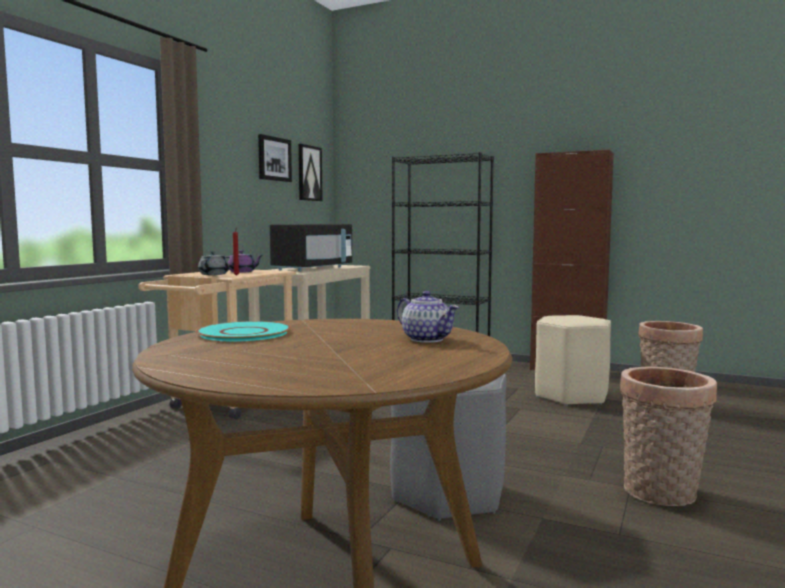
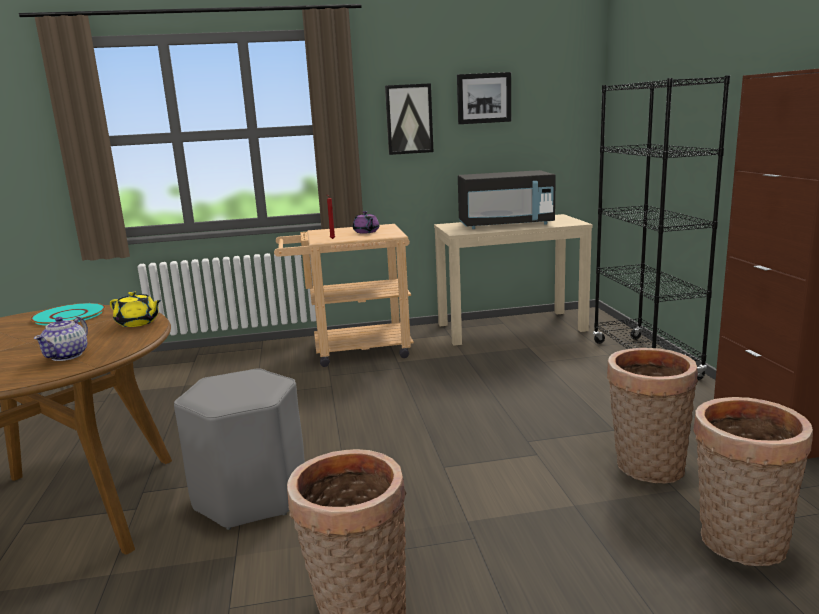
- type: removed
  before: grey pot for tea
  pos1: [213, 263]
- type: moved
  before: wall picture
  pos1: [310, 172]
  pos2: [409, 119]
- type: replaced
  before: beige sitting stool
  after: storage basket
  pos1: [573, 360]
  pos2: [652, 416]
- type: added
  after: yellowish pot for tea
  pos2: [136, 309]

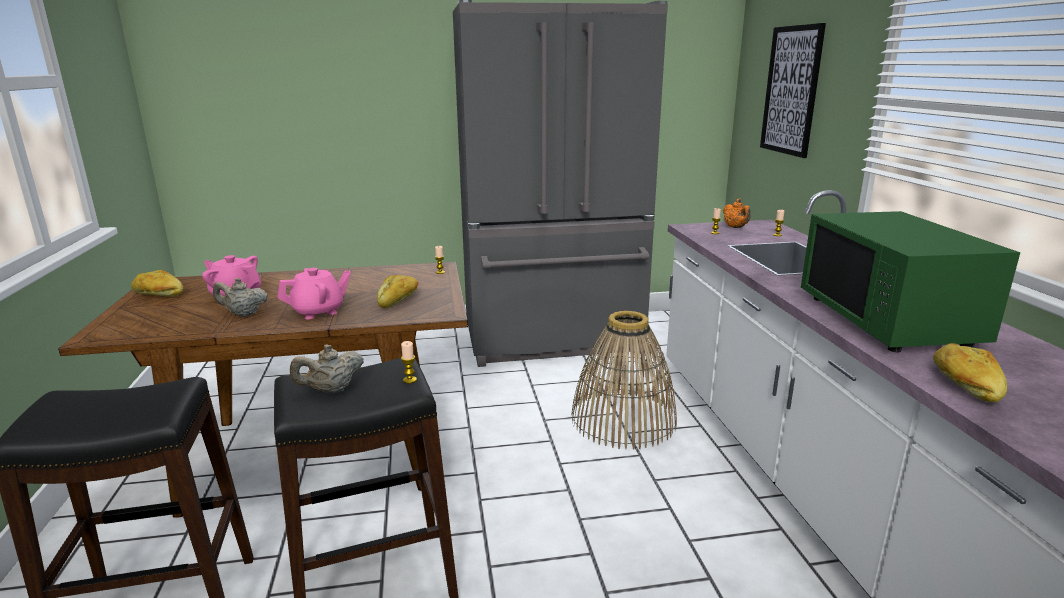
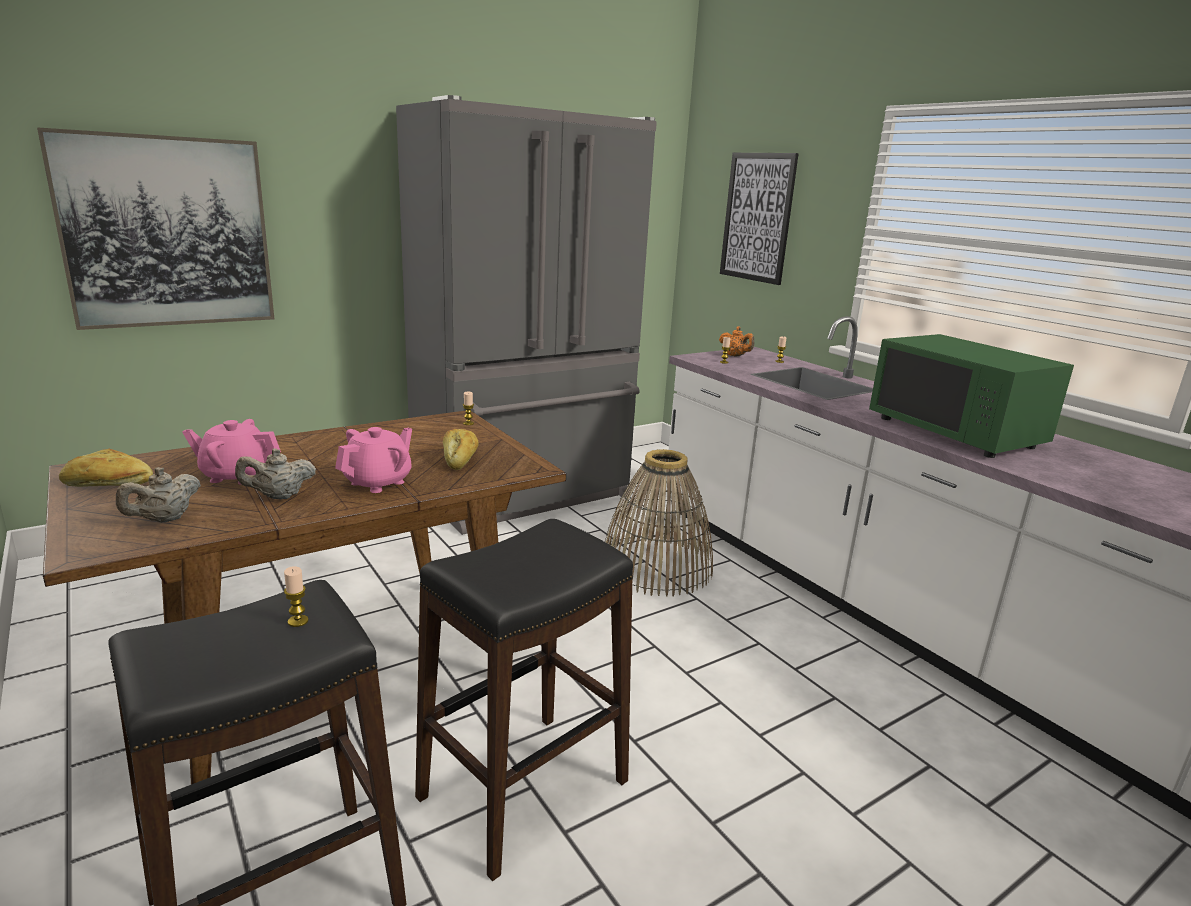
- type: moved
  before: beige pot for tea
  pos1: [327, 369]
  pos2: [158, 494]
- type: moved
  before: wax light
  pos1: [409, 362]
  pos2: [296, 596]
- type: removed
  before: baked bread
  pos1: [970, 372]
- type: added
  after: wall picture
  pos2: [155, 229]

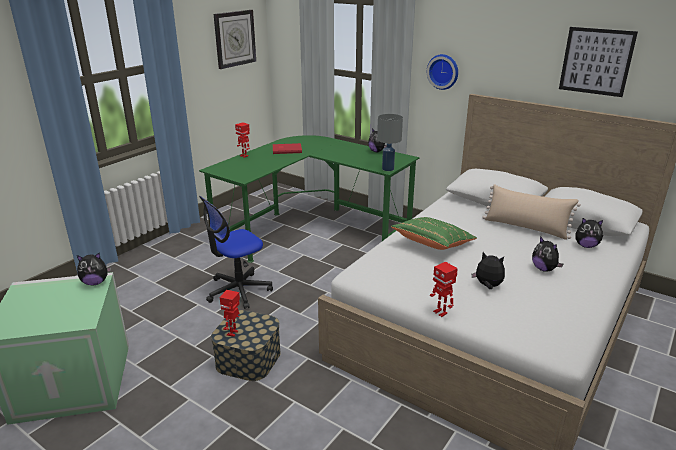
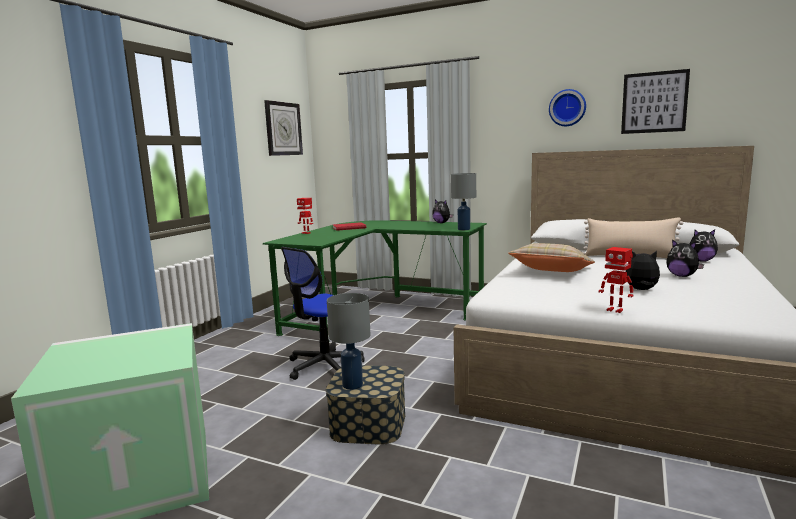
- type: removed
  before: cuddly toy
  pos1: [94, 269]
- type: replaced
  before: toy robot
  after: grey lamp for a table
  pos1: [230, 313]
  pos2: [349, 341]
- type: recoloured
  before: greenish cushion
  after: beige cushion
  pos1: [434, 233]
  pos2: [551, 257]
- type: moved
  before: wall clock
  pos1: [442, 72]
  pos2: [567, 107]

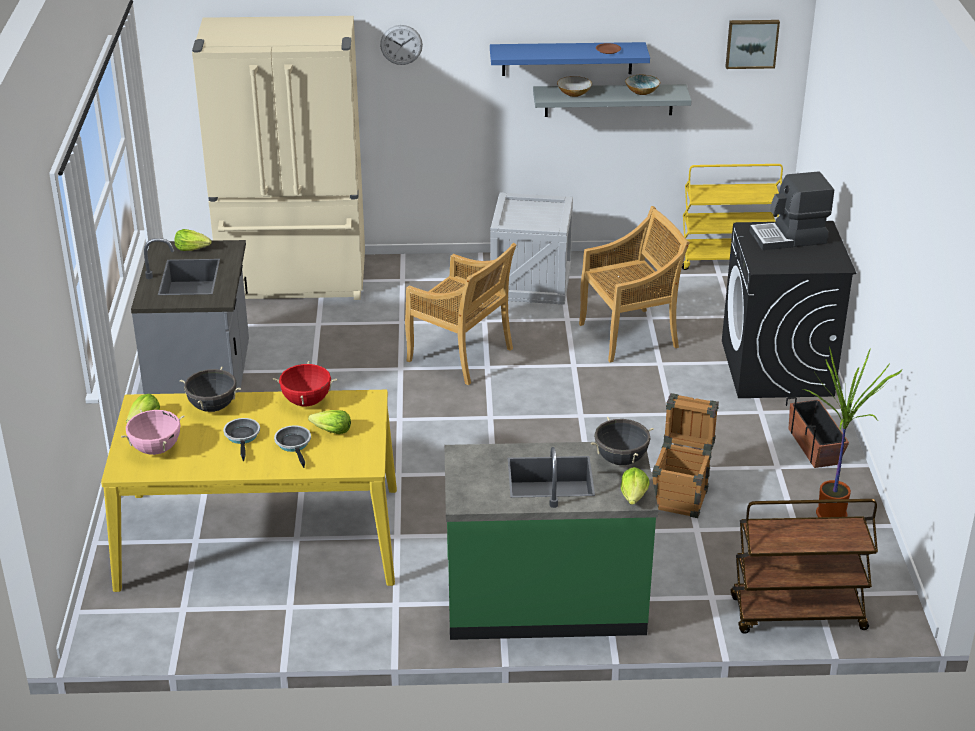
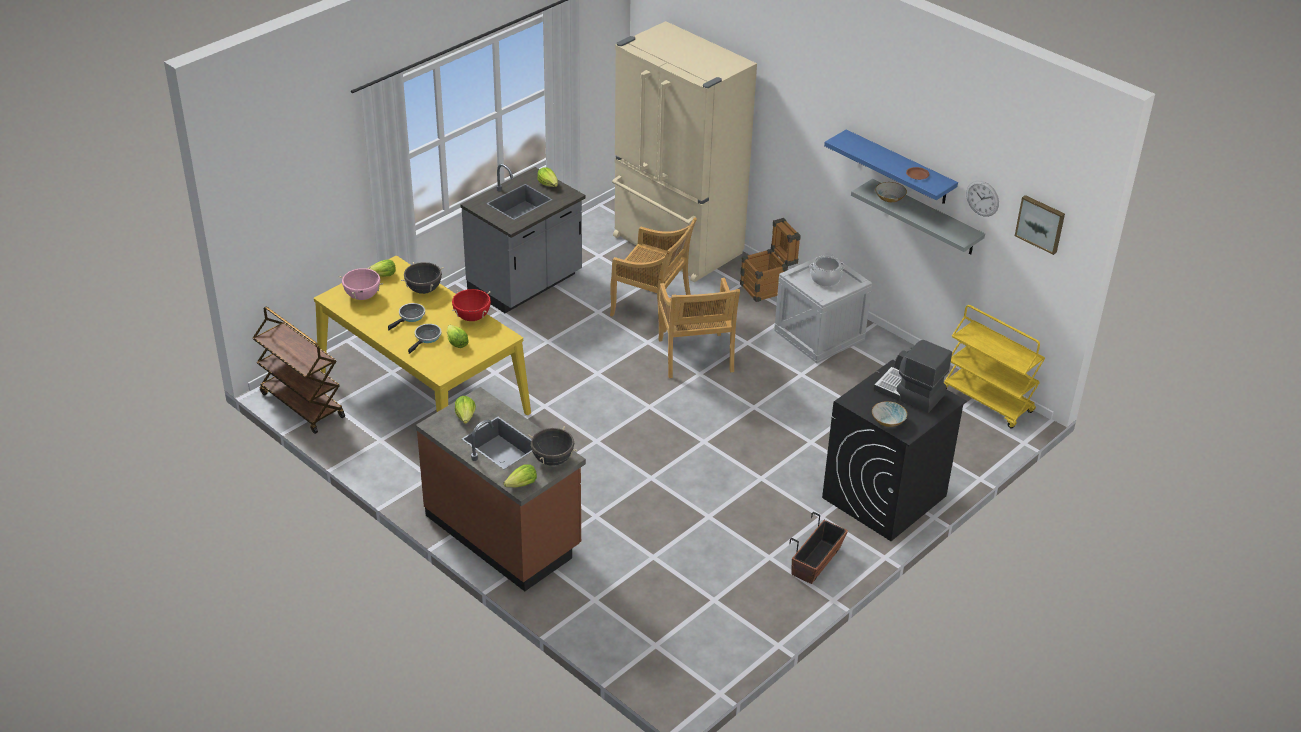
- type: moved
  before: wall clock
  pos1: [401, 45]
  pos2: [982, 198]
- type: recoloured
  before: greenish kitchen counter
  after: brown-coloured kitchen counter
  pos1: [551, 541]
  pos2: [501, 489]
- type: moved
  before: beige chair
  pos1: [634, 284]
  pos2: [653, 274]
- type: moved
  before: bowl
  pos1: [642, 85]
  pos2: [889, 414]
- type: moved
  before: packing crate
  pos1: [685, 455]
  pos2: [770, 260]
- type: moved
  before: brown-coloured trolley
  pos1: [804, 566]
  pos2: [299, 370]
- type: removed
  before: houseplant
  pos1: [852, 432]
- type: added
  after: head of lettuce
  pos2: [465, 410]
- type: added
  after: saucepot
  pos2: [827, 270]

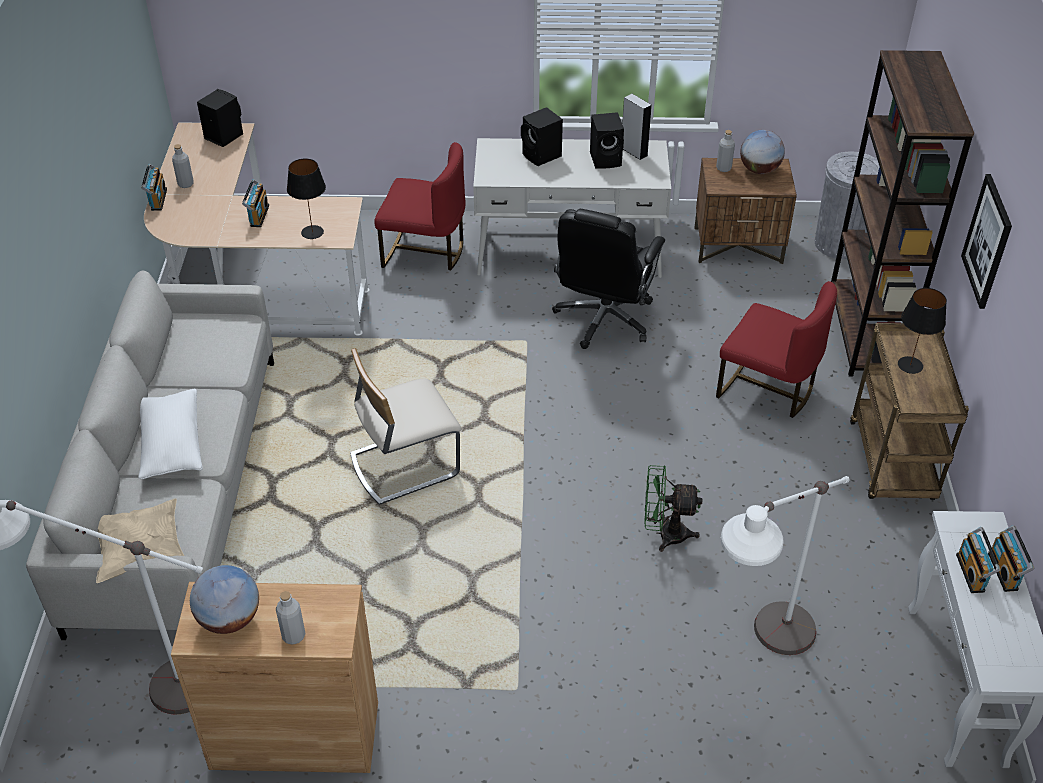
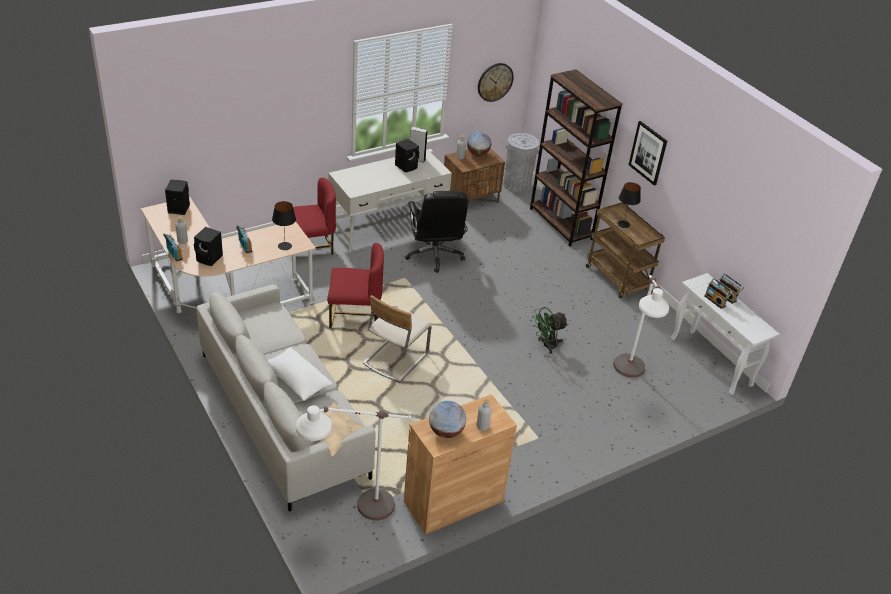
- type: moved
  before: black audio speaker
  pos1: [542, 136]
  pos2: [208, 246]
- type: moved
  before: red-coloured chair
  pos1: [776, 349]
  pos2: [355, 285]
- type: added
  after: wall clock
  pos2: [496, 82]

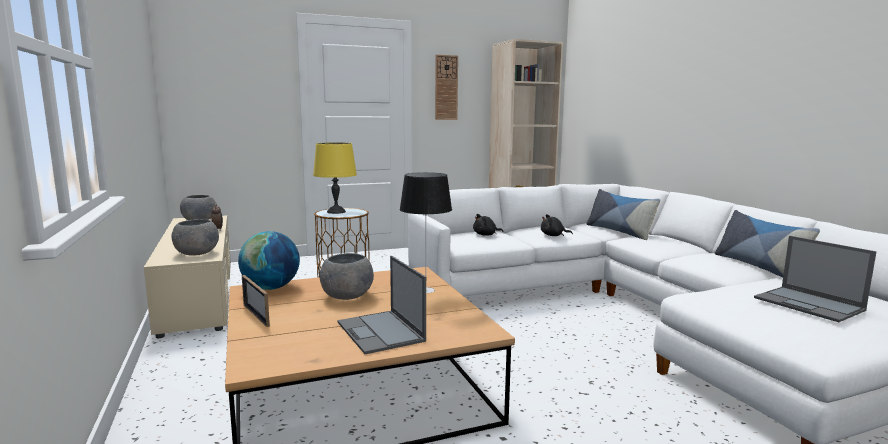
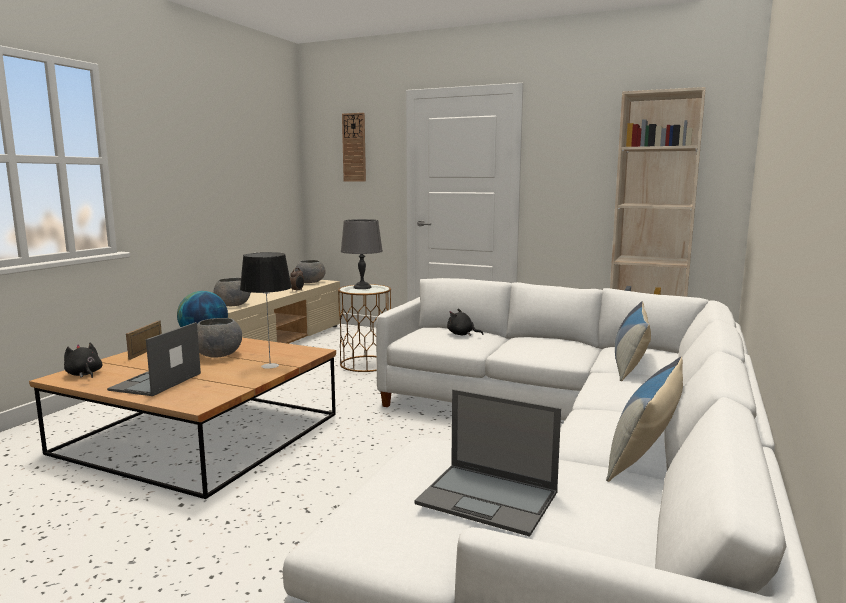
- type: recoloured
  before: yellowish lamp for a table
  after: grey lamp for a table
  pos1: [335, 178]
  pos2: [362, 254]
- type: moved
  before: wall clock
  pos1: [446, 87]
  pos2: [354, 147]
- type: moved
  before: black cuddly toy
  pos1: [557, 225]
  pos2: [83, 360]
- type: turned
  before: laptop
  pos1: [815, 279]
  pos2: [488, 463]
  turn: -75

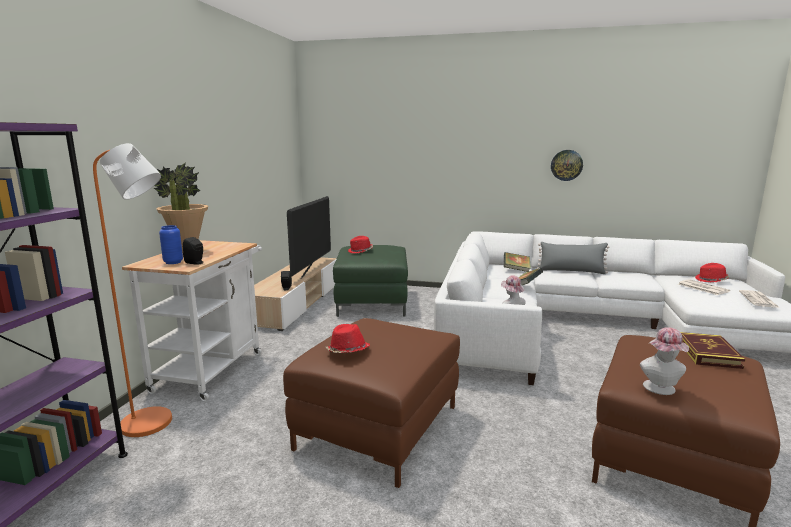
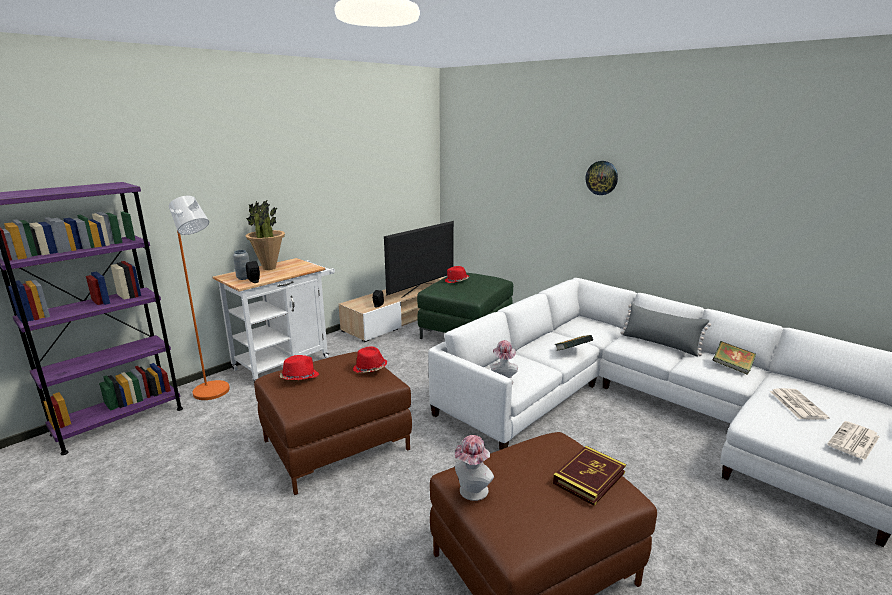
- type: recoloured
  before: blue vase
  after: grey vase
  pos1: [171, 244]
  pos2: [241, 265]
- type: moved
  before: bound book
  pos1: [517, 262]
  pos2: [734, 358]
- type: moved
  before: wall clock
  pos1: [567, 165]
  pos2: [602, 178]
- type: moved
  before: red-coloured hat
  pos1: [712, 272]
  pos2: [370, 360]

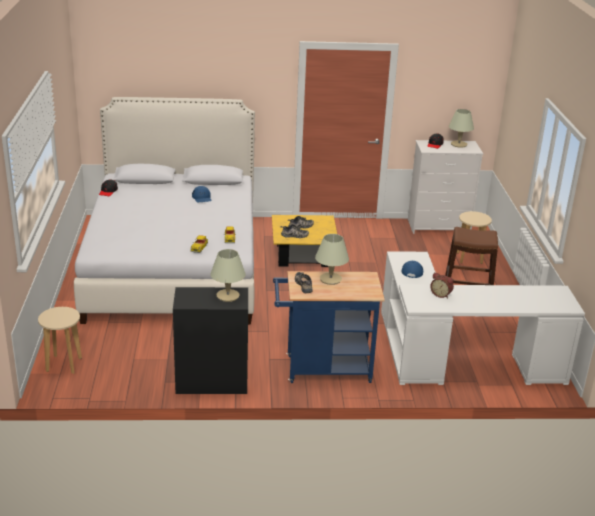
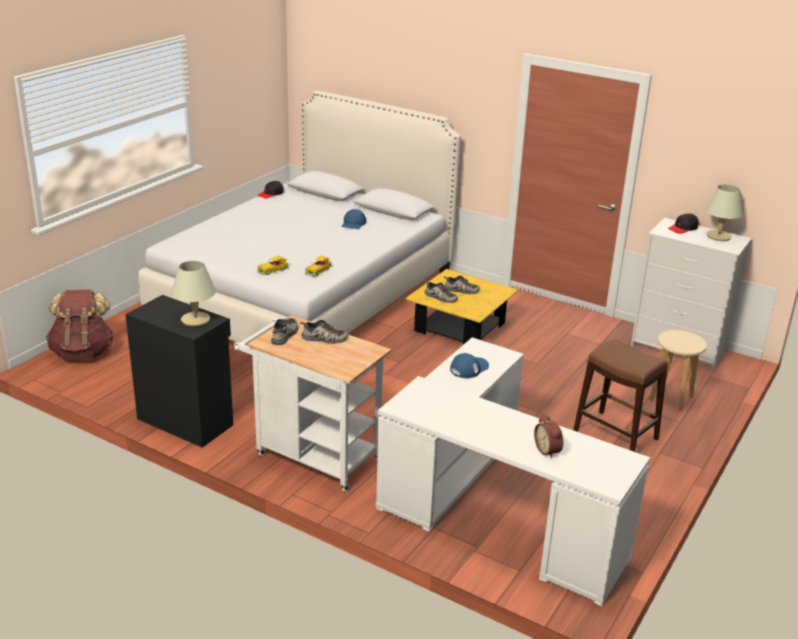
- type: replaced
  before: beige sitting stool
  after: brown-coloured knapsack
  pos1: [60, 340]
  pos2: [80, 325]
- type: recoloured
  before: blue trolley
  after: whitish trolley
  pos1: [329, 327]
  pos2: [312, 403]
- type: replaced
  before: beige lamp for a table
  after: shoe
  pos1: [332, 259]
  pos2: [324, 332]
- type: moved
  before: bedside clock
  pos1: [442, 285]
  pos2: [548, 436]

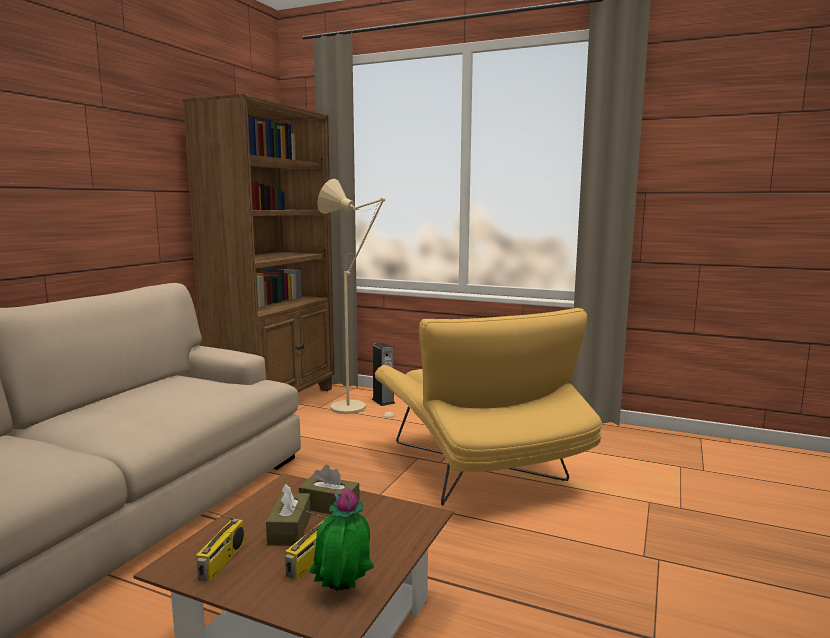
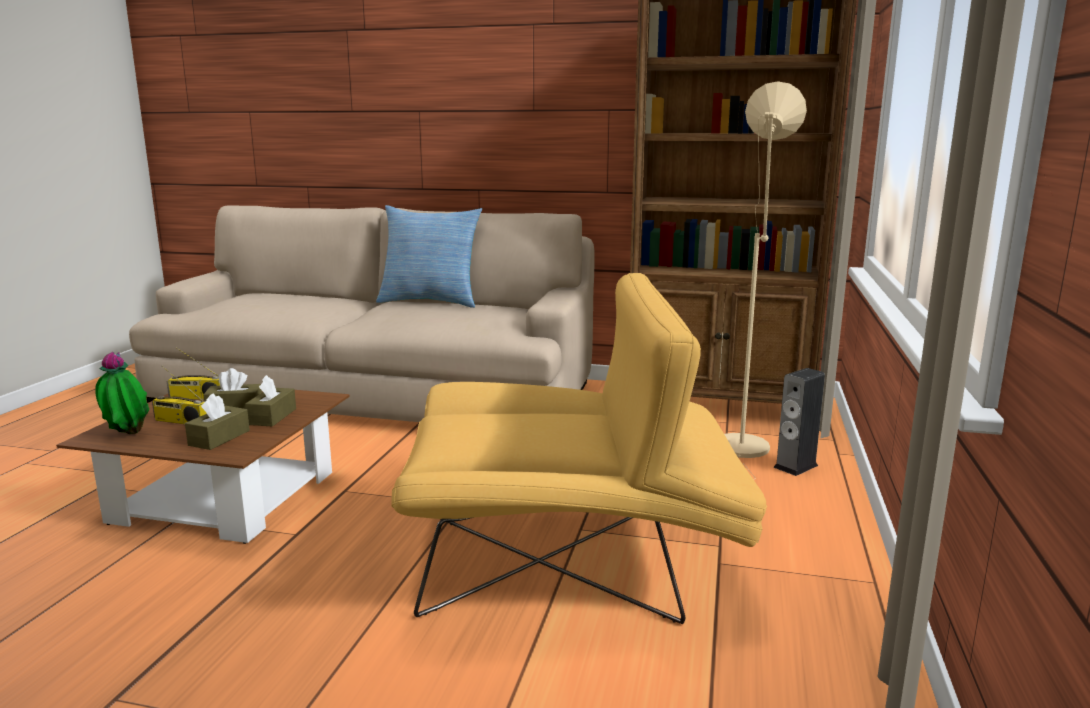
- type: turned
  before: yellowish easy chair
  pos1: [488, 406]
  pos2: [579, 448]
  turn: -150
- type: added
  after: brown-coloured box of tissues
  pos2: [217, 421]
- type: added
  after: cushion
  pos2: [429, 256]

